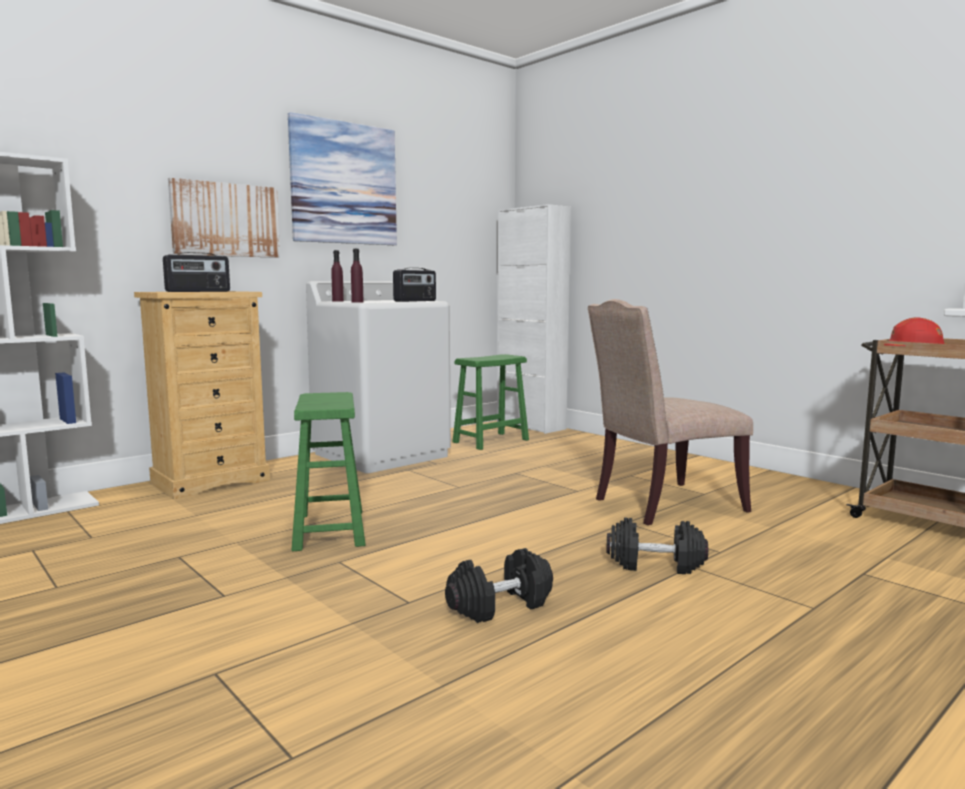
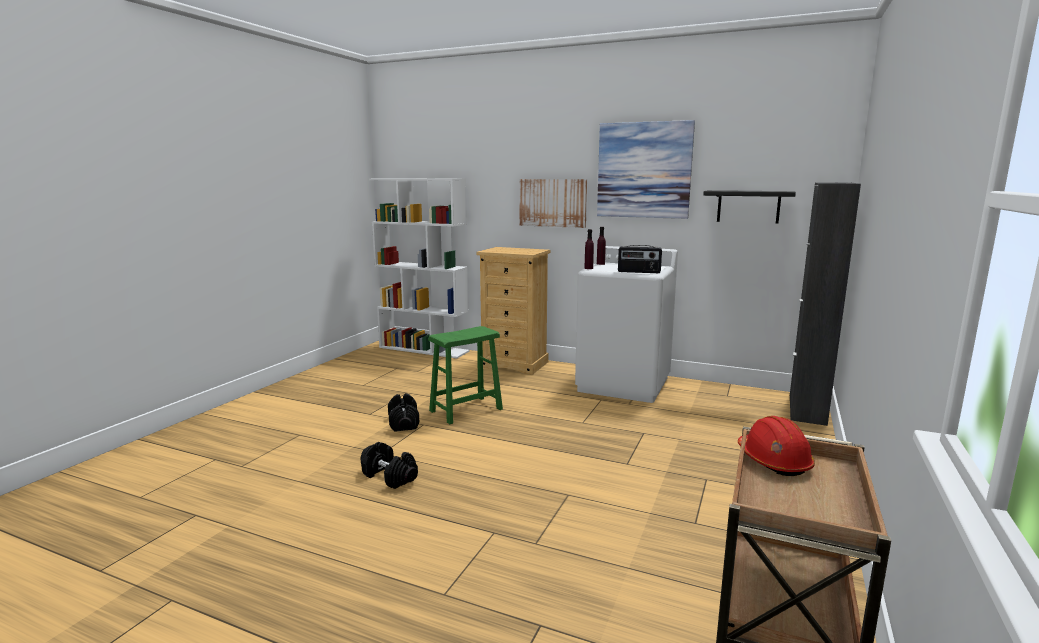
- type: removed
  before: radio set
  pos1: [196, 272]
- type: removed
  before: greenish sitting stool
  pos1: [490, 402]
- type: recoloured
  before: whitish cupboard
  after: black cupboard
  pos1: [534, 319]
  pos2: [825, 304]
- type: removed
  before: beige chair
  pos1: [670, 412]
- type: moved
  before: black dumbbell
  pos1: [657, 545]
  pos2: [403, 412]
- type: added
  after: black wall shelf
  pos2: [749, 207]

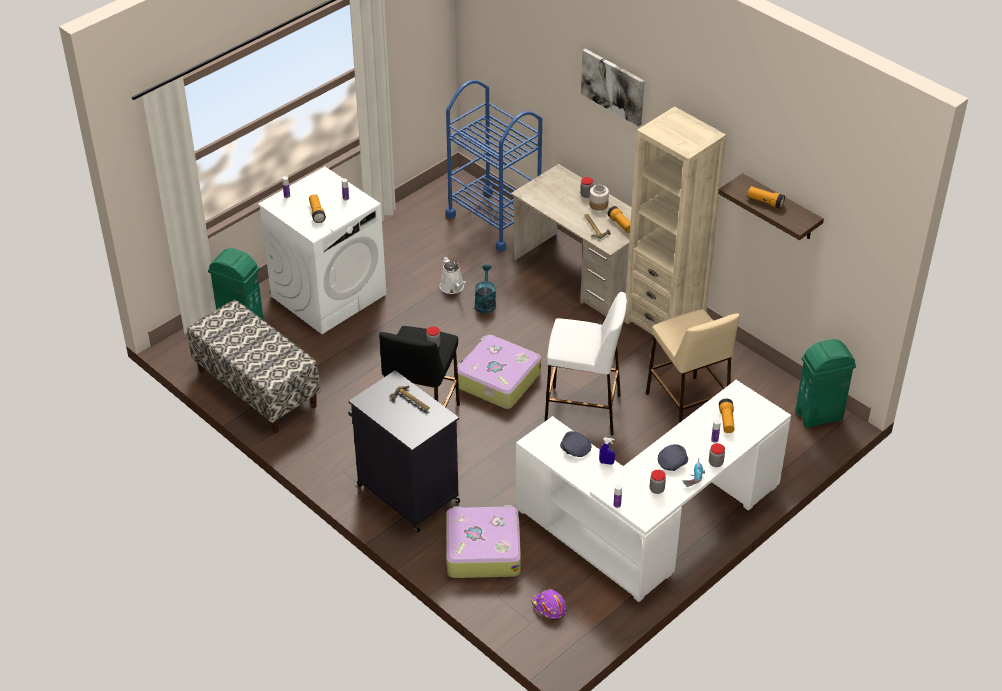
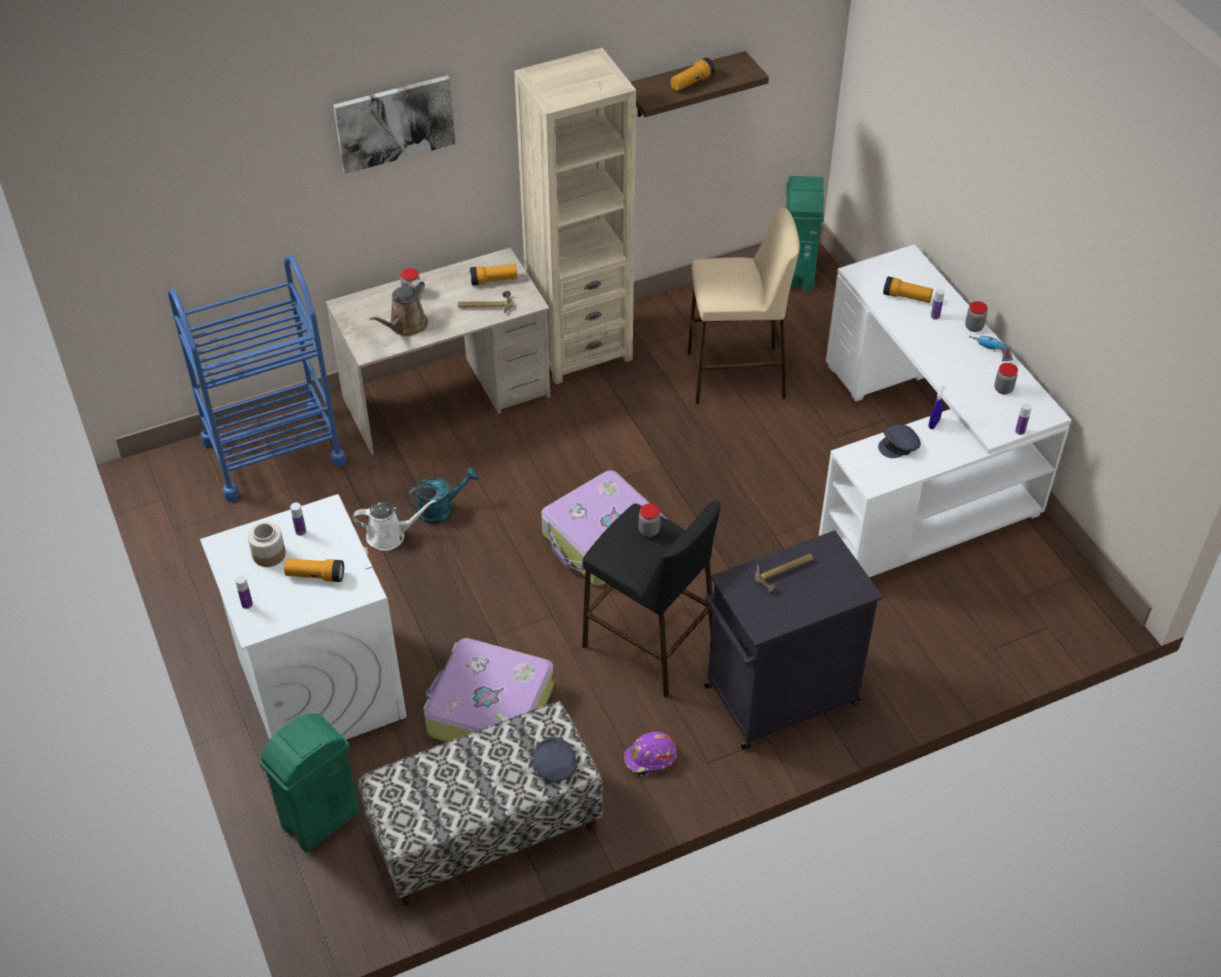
- type: moved
  before: suitcase
  pos1: [483, 541]
  pos2: [488, 690]
- type: turned
  before: blue-green sprinkling can
  pos1: [485, 288]
  pos2: [443, 496]
  turn: 135
- type: moved
  before: purple-coloured hard hat
  pos1: [549, 604]
  pos2: [650, 754]
- type: removed
  before: whitish sitting stool
  pos1: [586, 364]
- type: moved
  before: preserve jar
  pos1: [599, 198]
  pos2: [267, 544]
- type: moved
  before: grey cap
  pos1: [673, 457]
  pos2: [555, 759]
- type: added
  after: brown-coloured sprinkling can
  pos2: [399, 307]

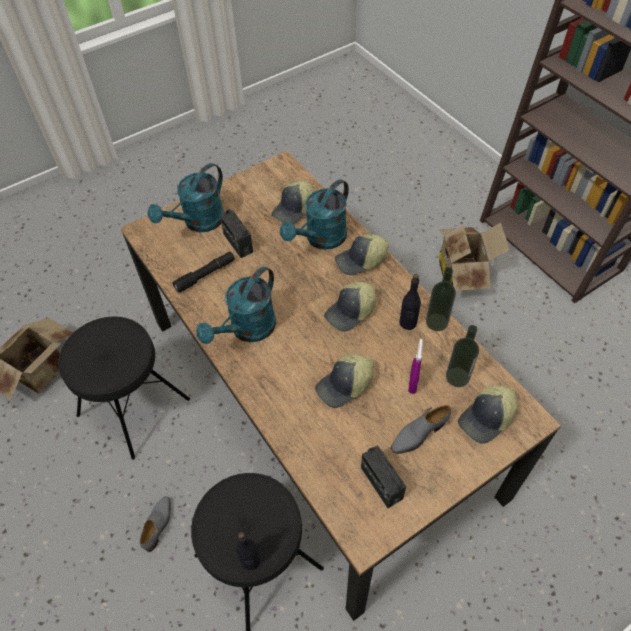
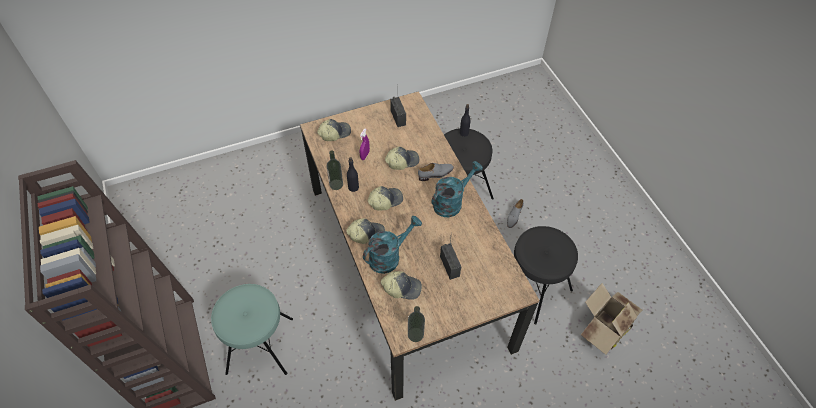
- type: removed
  before: blue-green sprinkling can
  pos1: [186, 197]
- type: removed
  before: black hand torch
  pos1: [204, 272]
- type: turned
  before: cap
  pos1: [292, 202]
  pos2: [401, 285]
  turn: 45
- type: moved
  before: grey shoe
  pos1: [421, 429]
  pos2: [436, 172]
- type: replaced
  before: packing box
  after: blue-green sitting stool
  pos1: [474, 257]
  pos2: [252, 329]
- type: moved
  before: beverage bottle
  pos1: [462, 356]
  pos2: [416, 324]

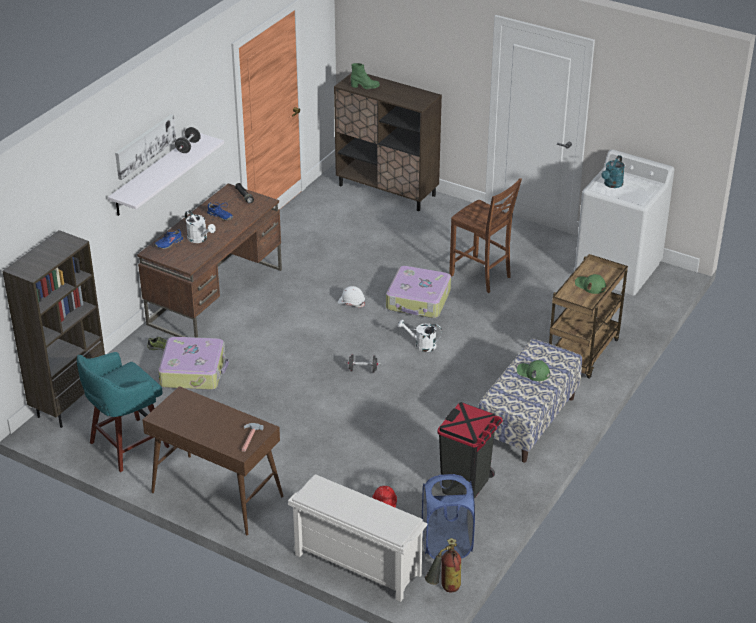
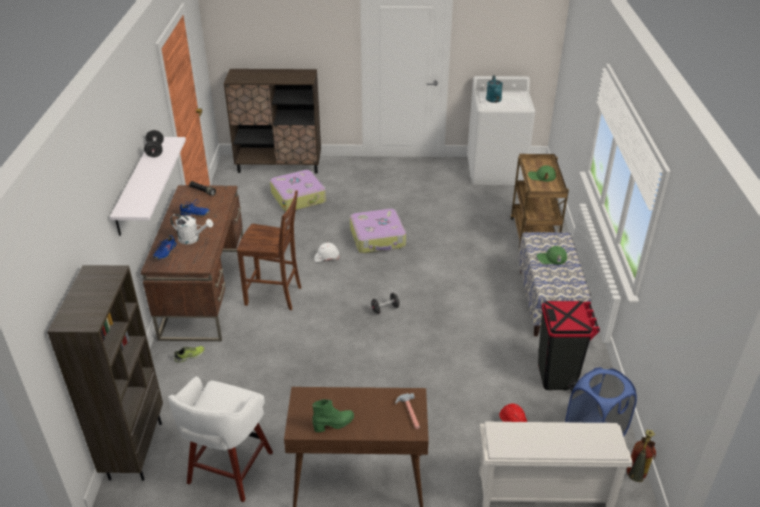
- type: recoloured
  before: blue-green sitting stool
  after: whitish sitting stool
  pos1: [123, 412]
  pos2: [220, 439]
- type: removed
  before: wall picture
  pos1: [145, 147]
- type: moved
  before: suitcase
  pos1: [193, 363]
  pos2: [298, 191]
- type: moved
  before: greenish tall boot
  pos1: [365, 76]
  pos2: [333, 416]
- type: removed
  before: whitish sprinkling can
  pos1: [420, 336]
- type: moved
  before: brown-coloured chair
  pos1: [485, 235]
  pos2: [269, 250]

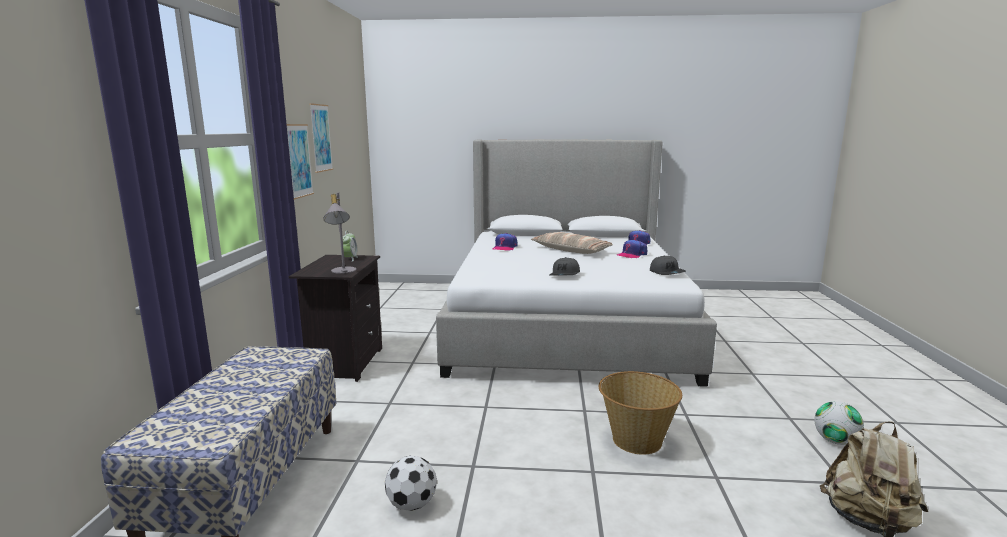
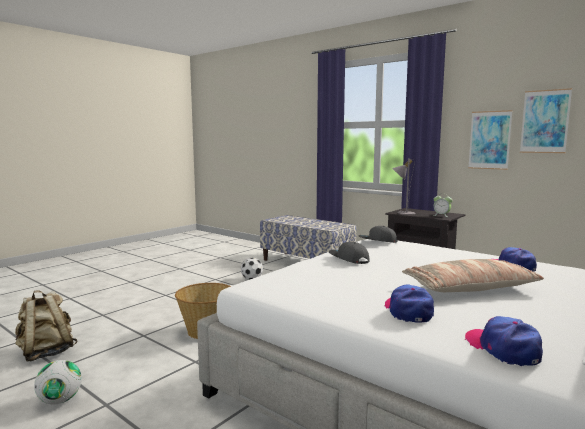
- type: moved
  before: grey cap
  pos1: [668, 265]
  pos2: [378, 234]

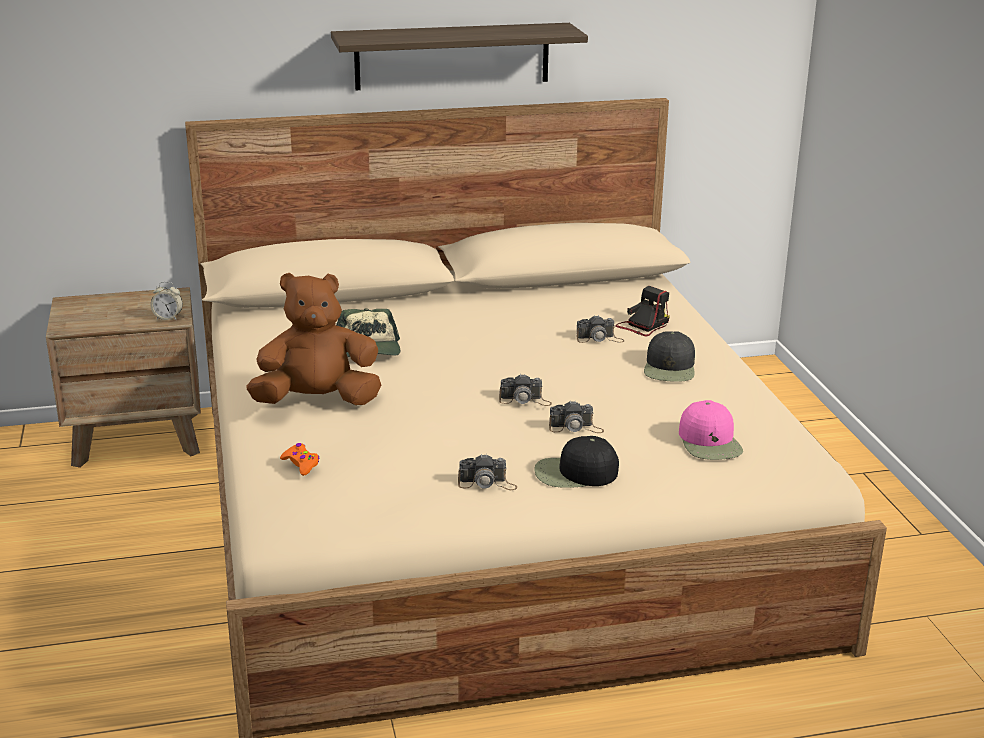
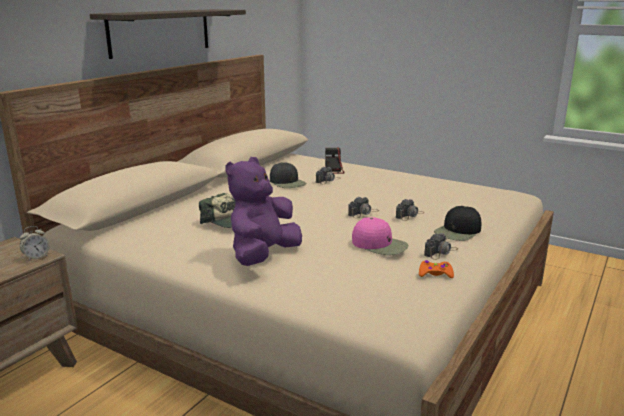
- type: recoloured
  before: brown-coloured cuddly toy
  after: purple-coloured cuddly toy
  pos1: [314, 339]
  pos2: [263, 211]
- type: moved
  before: orange joypad
  pos1: [300, 459]
  pos2: [436, 269]
- type: moved
  before: black cap
  pos1: [669, 356]
  pos2: [288, 175]
- type: moved
  before: pinkish cap
  pos1: [711, 430]
  pos2: [380, 236]

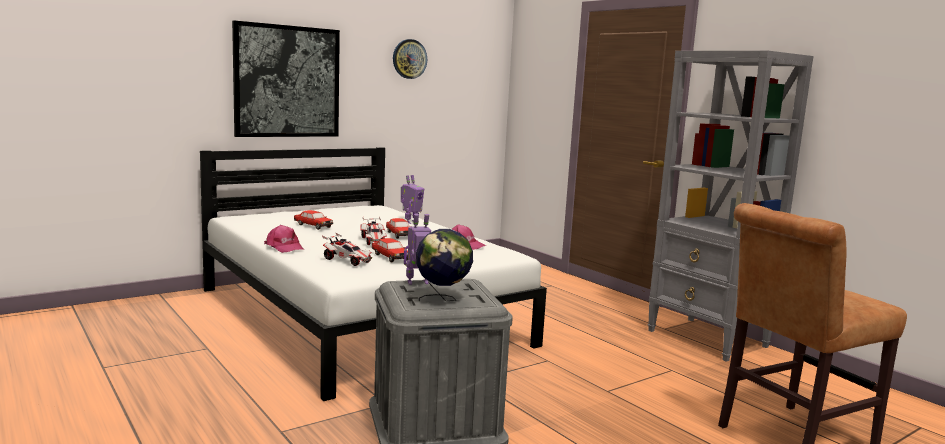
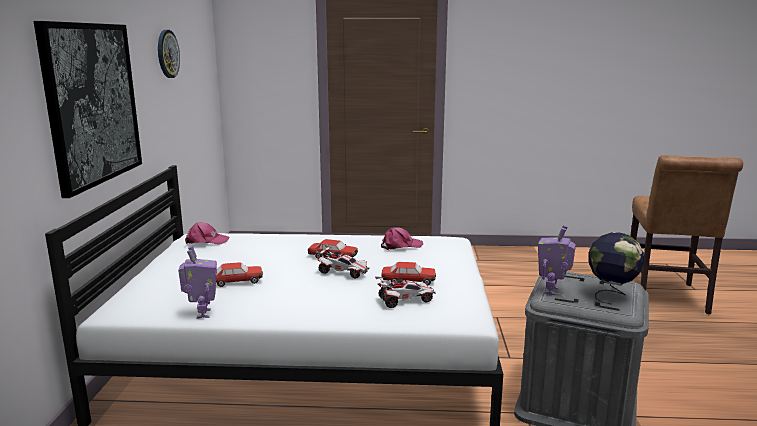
- type: moved
  before: pinkish cap
  pos1: [284, 239]
  pos2: [207, 233]
- type: moved
  before: toy robot
  pos1: [412, 199]
  pos2: [197, 282]
- type: removed
  before: grey bookcase
  pos1: [731, 206]

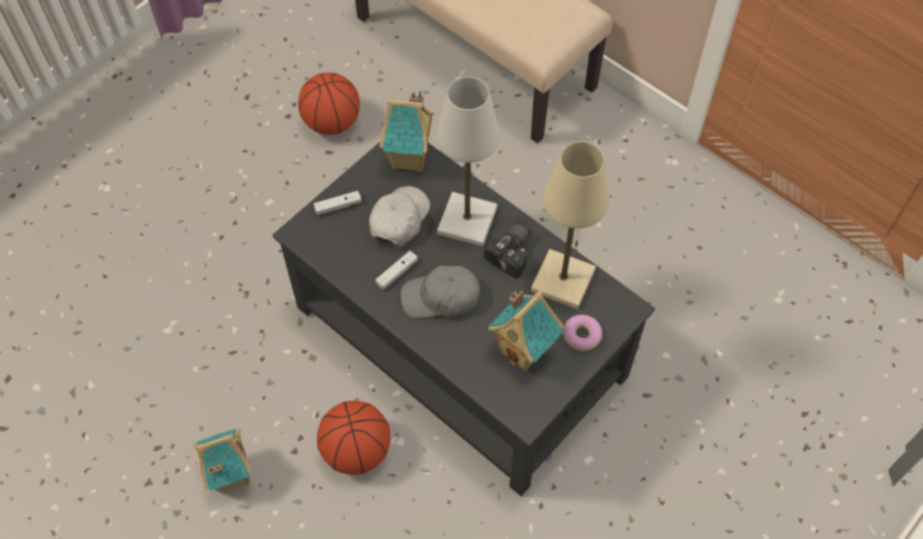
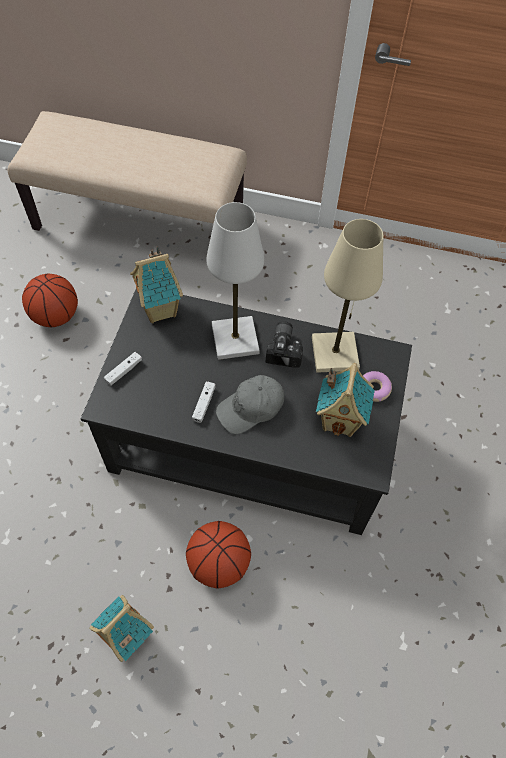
- type: removed
  before: whitish cap
  pos1: [399, 217]

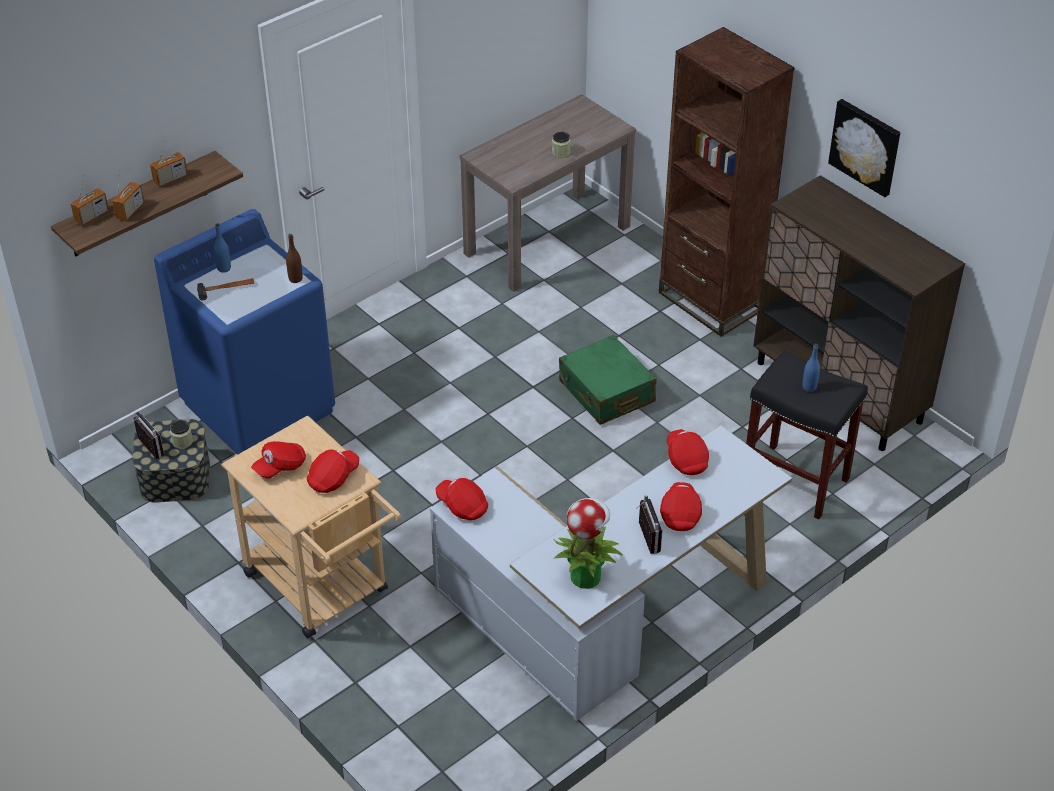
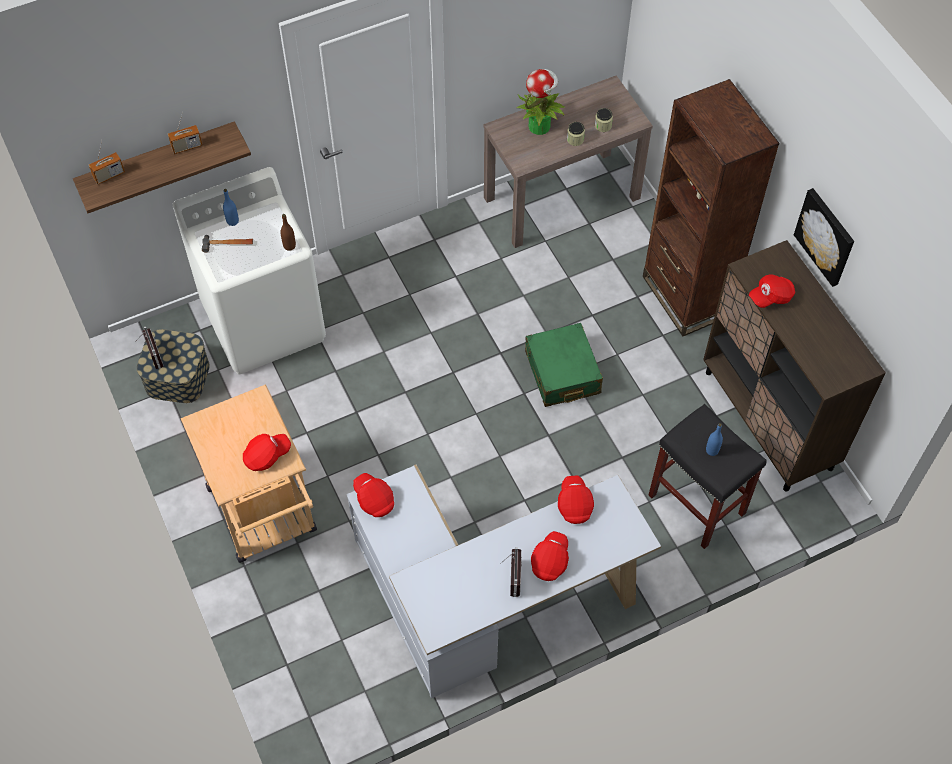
- type: removed
  before: radio set
  pos1: [128, 193]
- type: recoloured
  before: blue washing machine
  after: whitish washing machine
  pos1: [244, 332]
  pos2: [249, 270]
- type: moved
  before: preserve jar
  pos1: [181, 434]
  pos2: [604, 120]
- type: moved
  before: red-coloured cap
  pos1: [278, 459]
  pos2: [772, 291]
- type: moved
  before: houseplant
  pos1: [588, 543]
  pos2: [541, 102]

